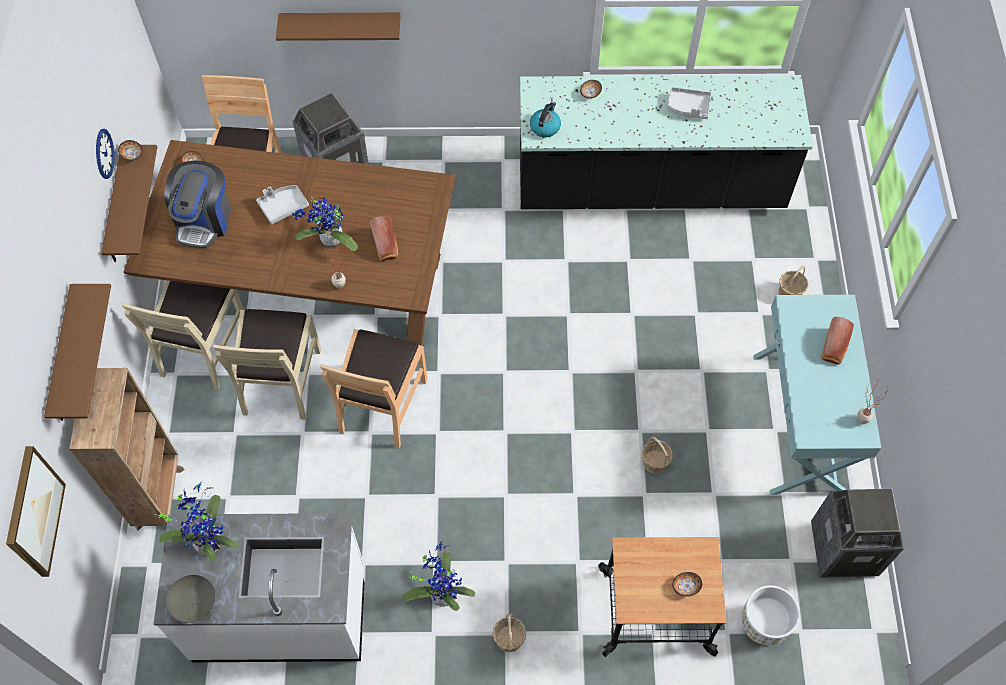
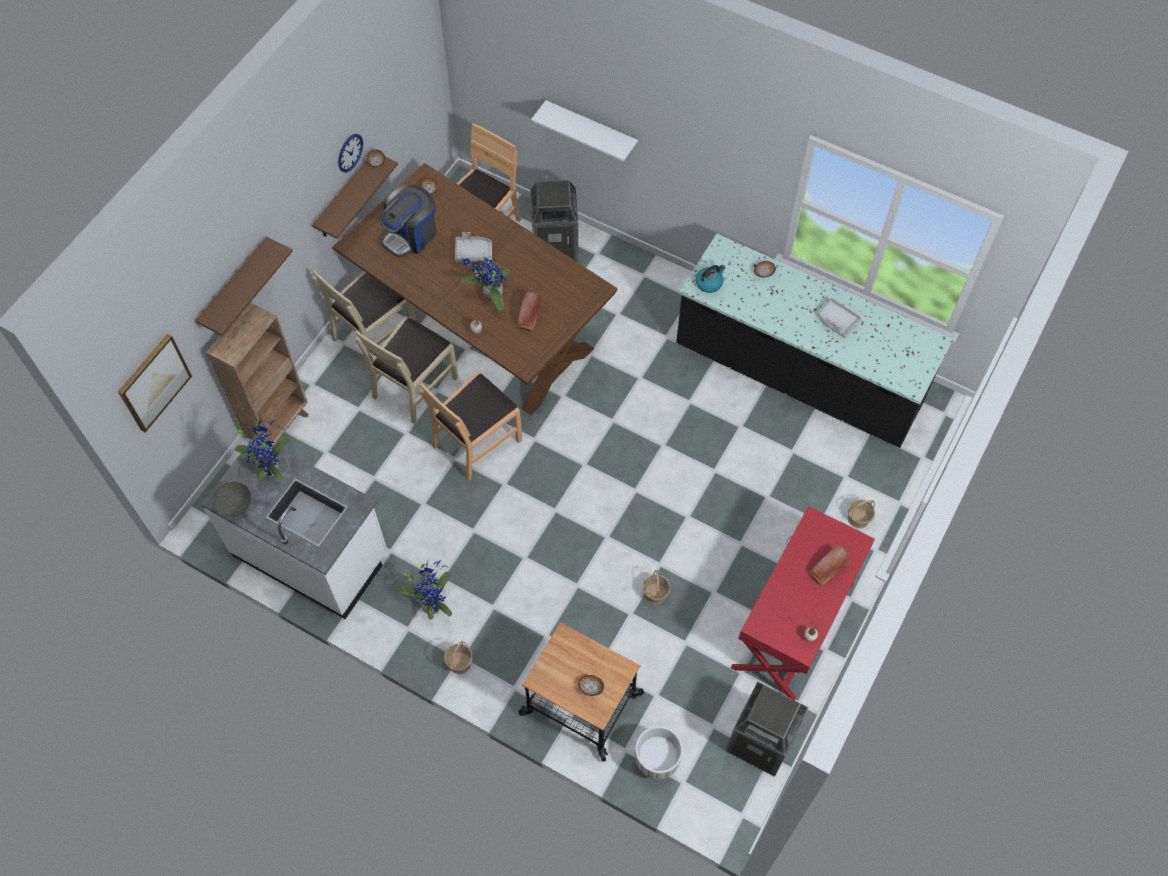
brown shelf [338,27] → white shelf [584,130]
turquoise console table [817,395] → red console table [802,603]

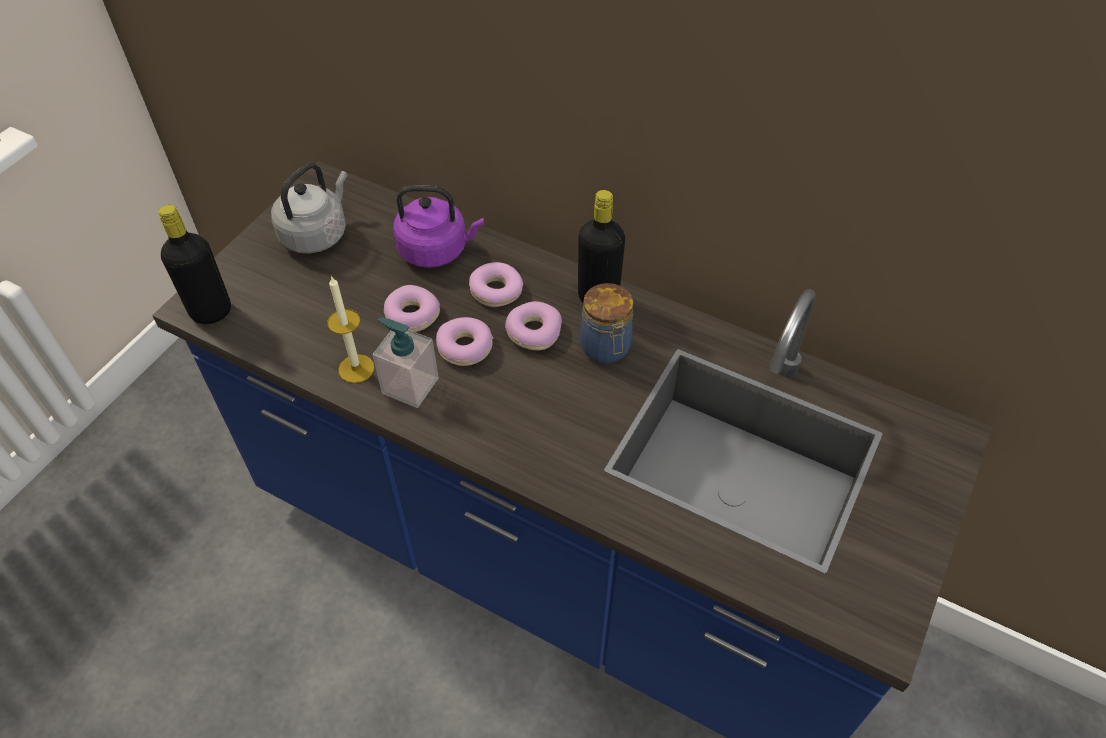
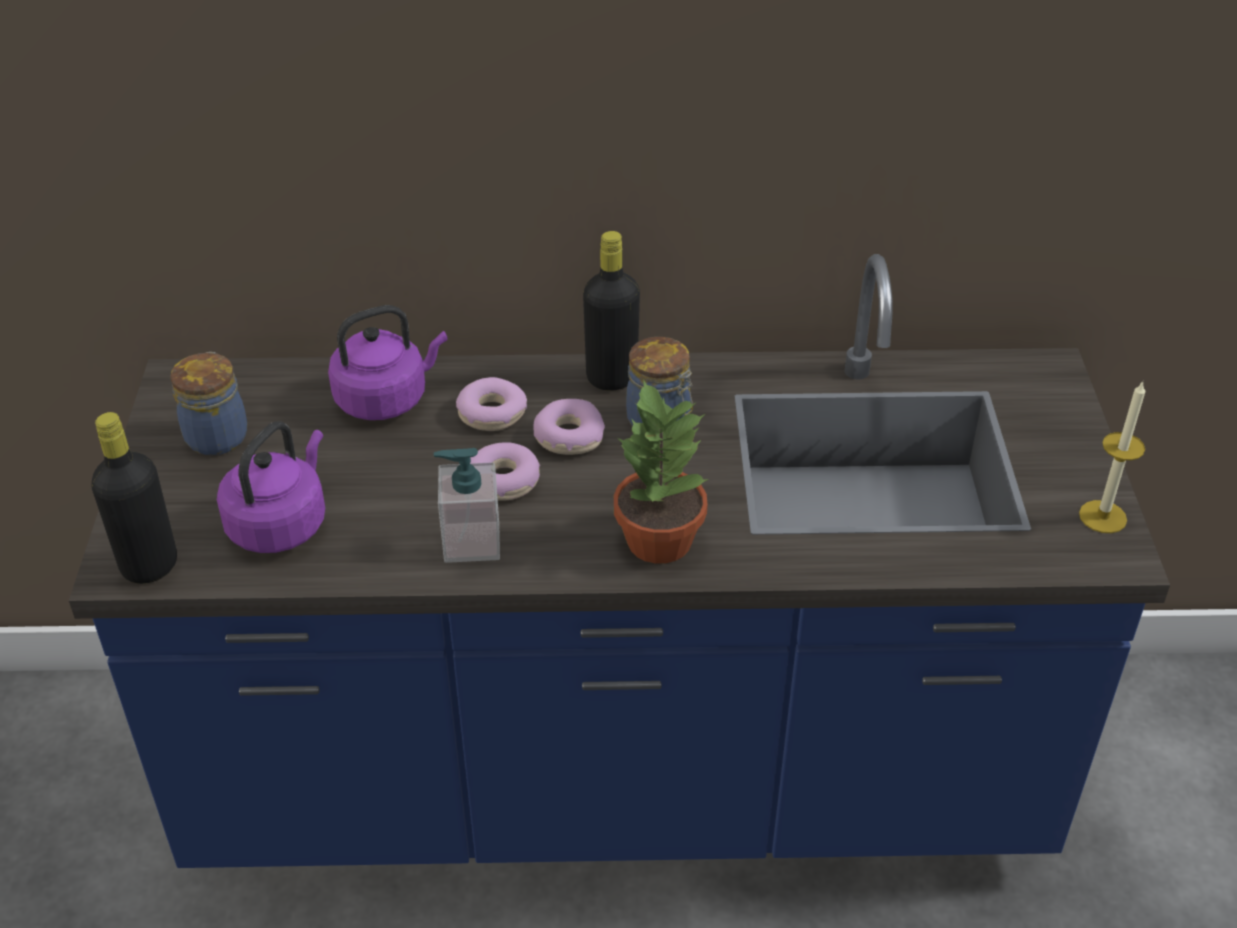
grey kettle [309,208] → jar [208,404]
candle [351,329] → candle [1112,457], shifted
donut [412,308] → -
- → purple kettle [271,487]
- → potted plant [661,471]

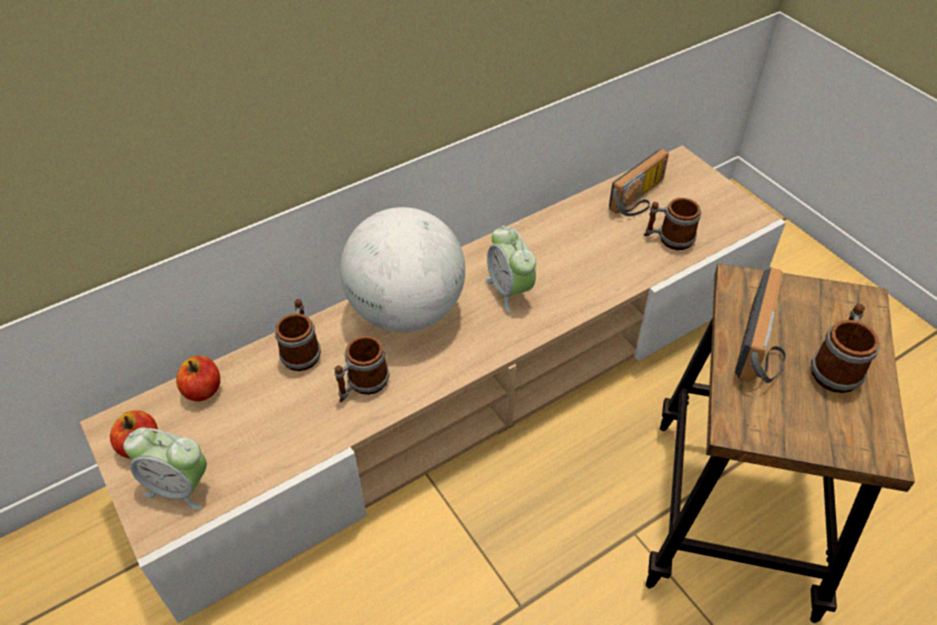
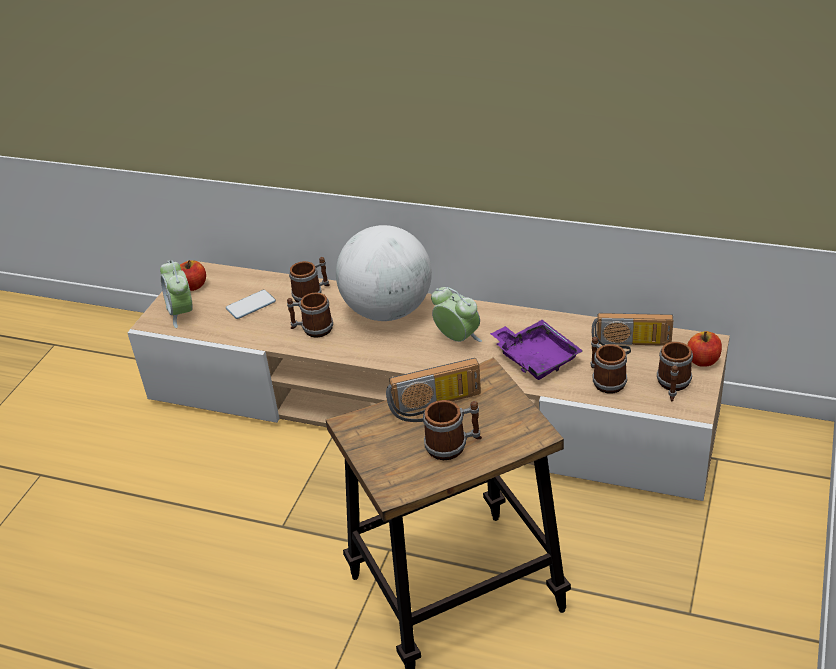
apple [198,378] → apple [704,349], shifted
alarm clock [511,269] → alarm clock [456,314], 105 degrees clockwise
- → phone [251,304]
- → purple tray [536,350]
- → mug [675,371]

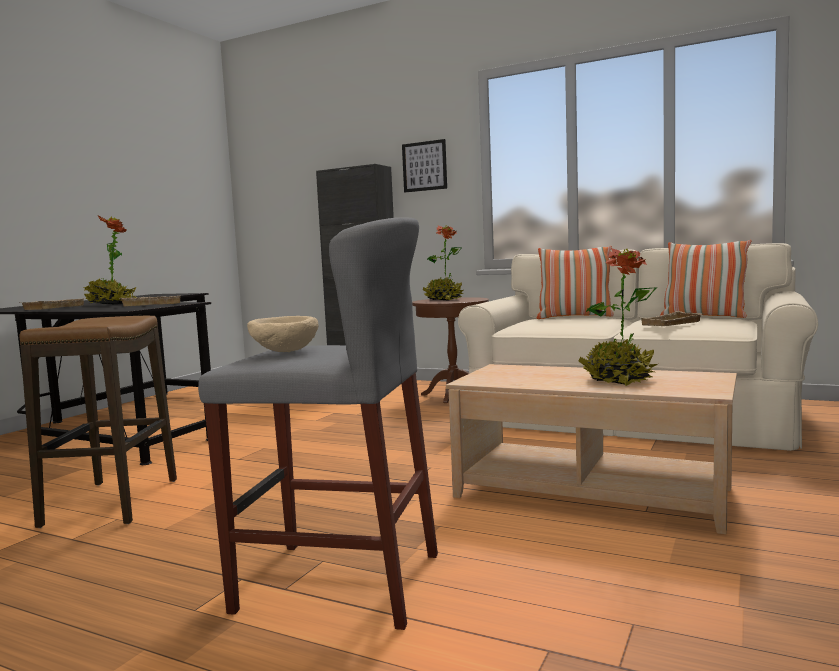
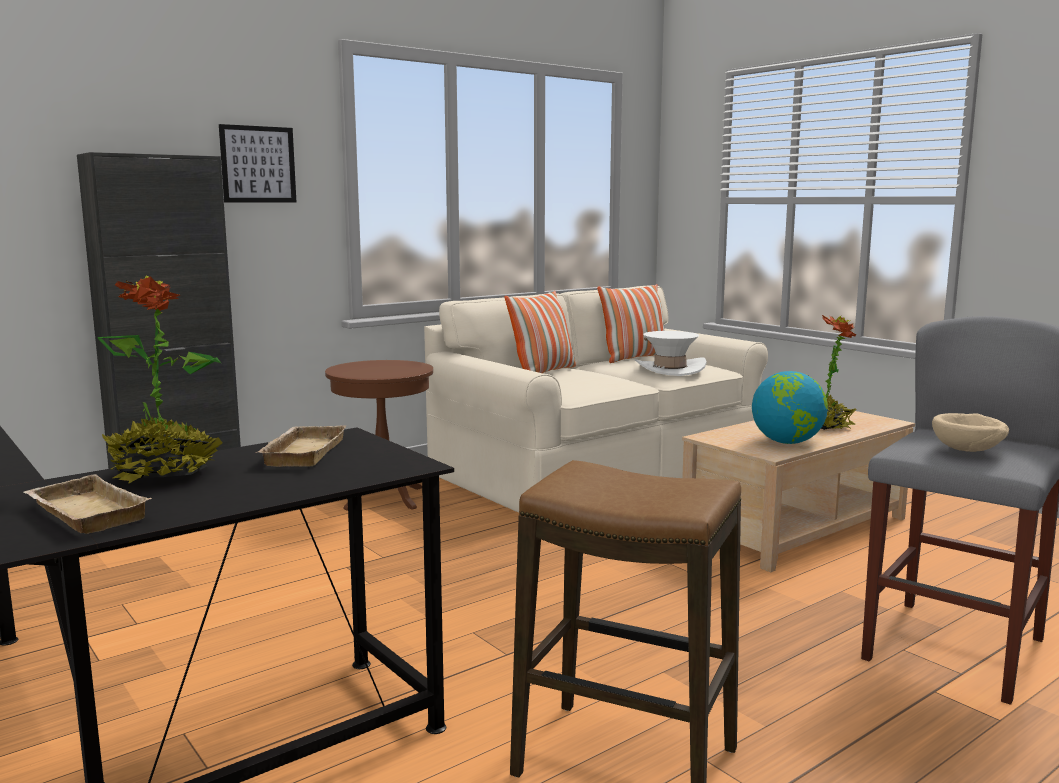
potted plant [443,263] → -
beige tray [672,318] → white hat [671,353]
- → globe [790,407]

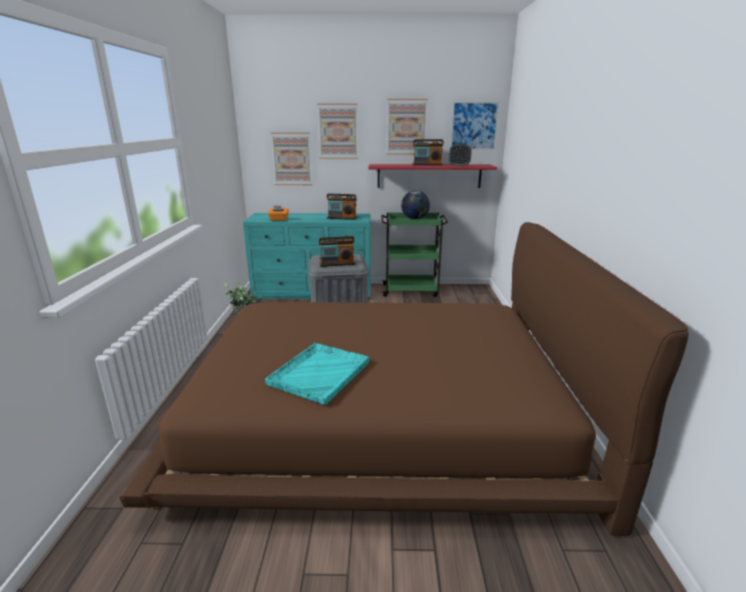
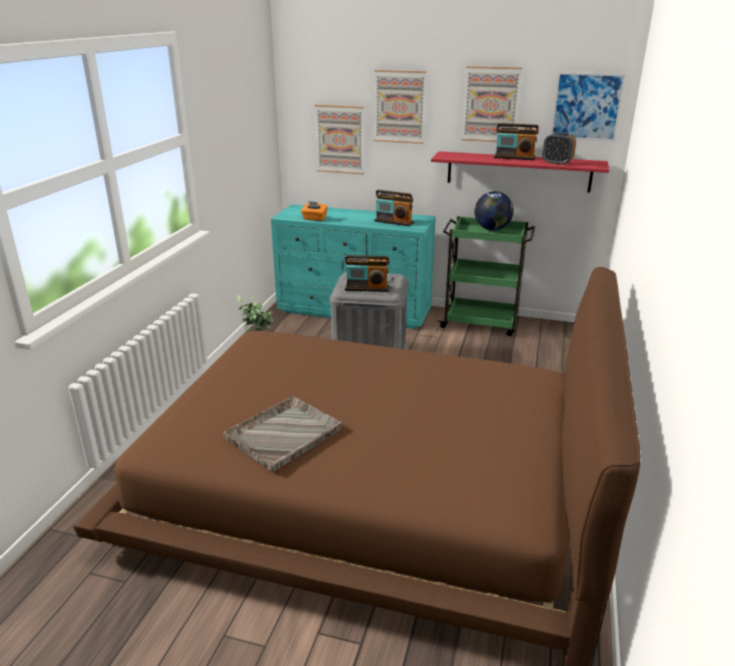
turquoise tray [317,374] → grey tray [282,434]

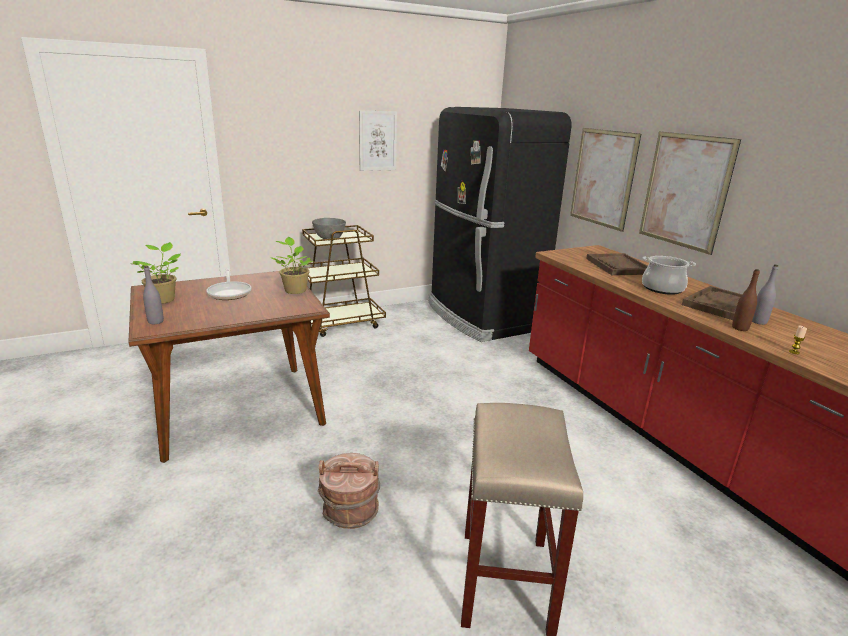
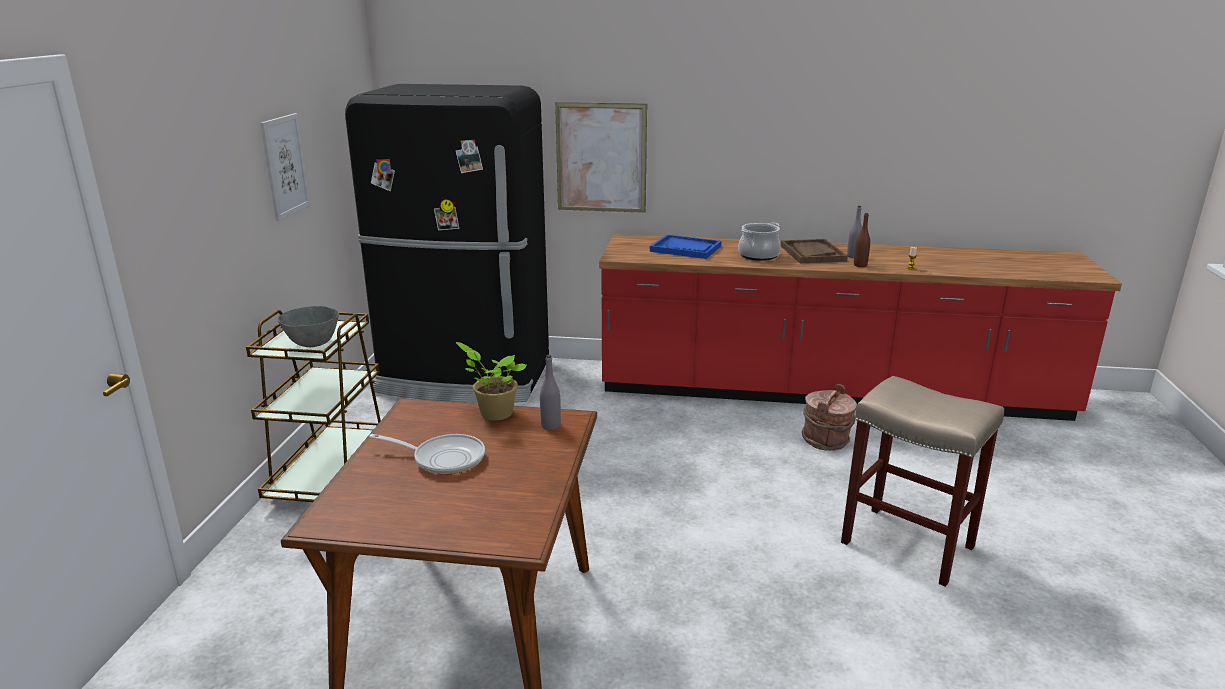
potted plant [156,273] → -
grey bottle [153,295] → grey bottle [550,392], shifted
brown bucket [349,491] → brown bucket [829,417], shifted
brown tray [617,264] → blue tray [685,246]
picture [690,193] → -

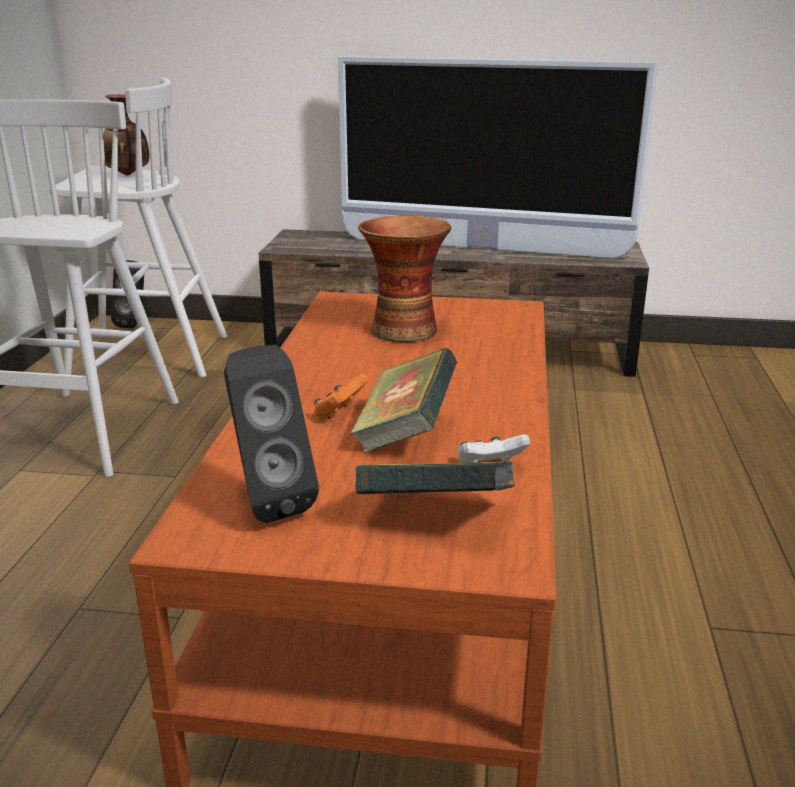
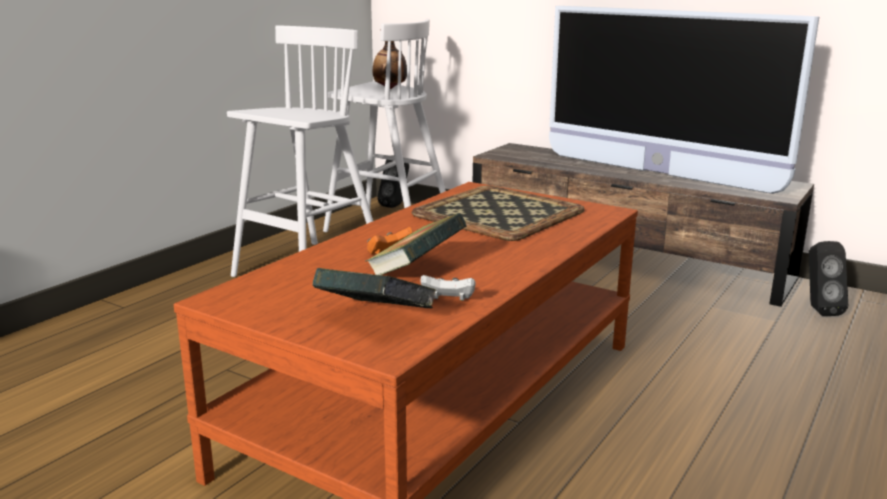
black speaker [271,434] → black speaker [828,278], shifted
vase [404,278] → tray [498,213]

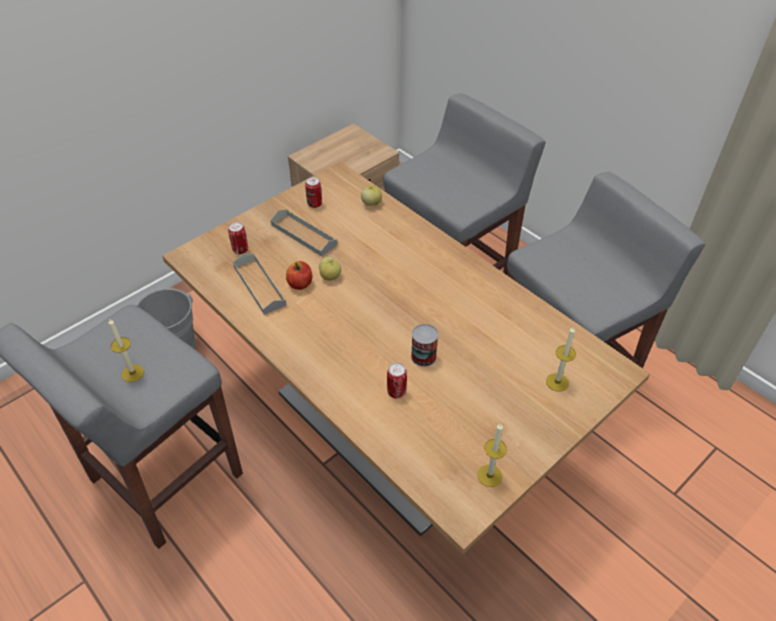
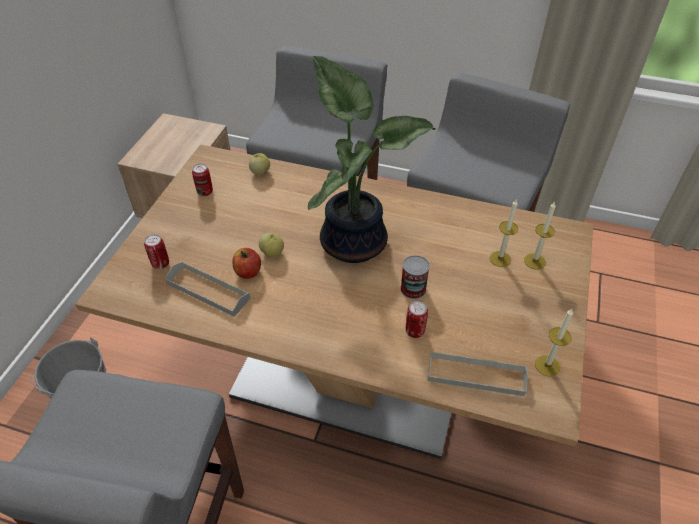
candle [126,350] → candle [504,233], shifted
grey tray [304,233] → grey tray [477,373], shifted
- → potted plant [372,159]

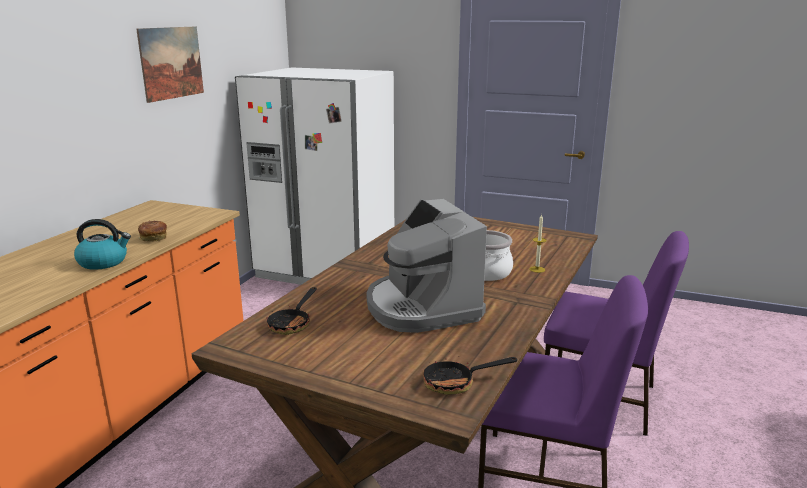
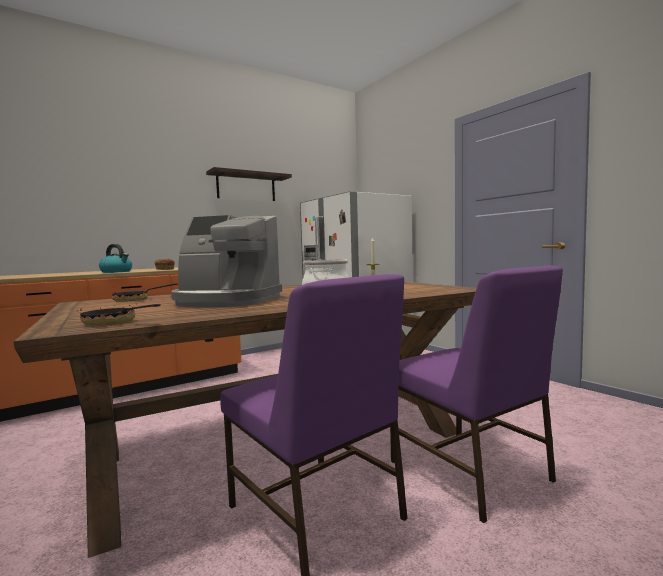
picture [170,64] → shelf [249,184]
coffee machine [426,266] → coffee machine [226,261], 90 degrees counterclockwise

